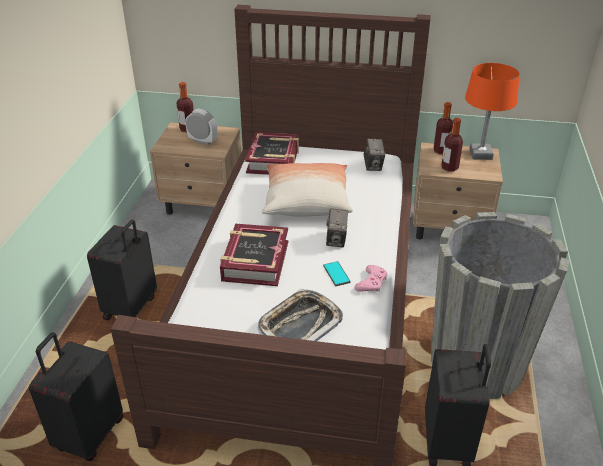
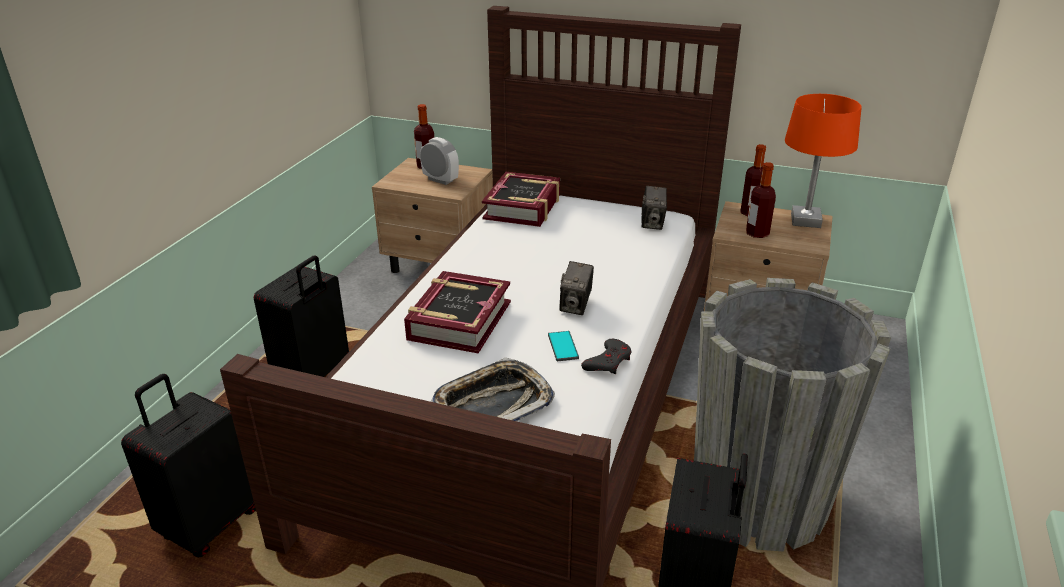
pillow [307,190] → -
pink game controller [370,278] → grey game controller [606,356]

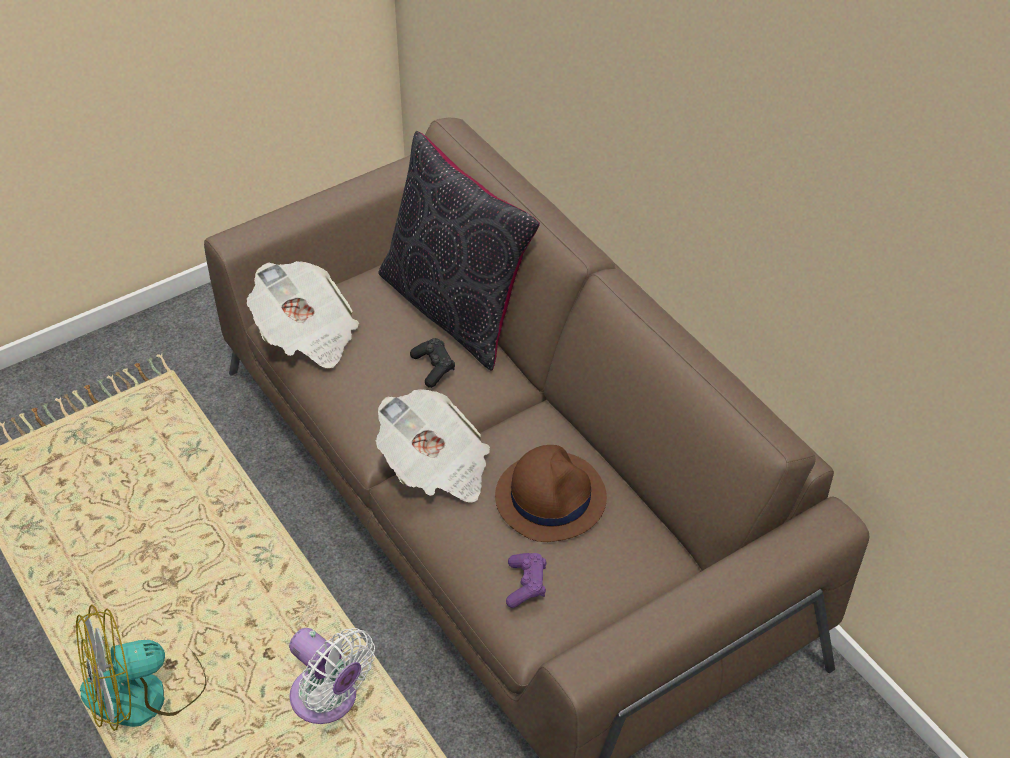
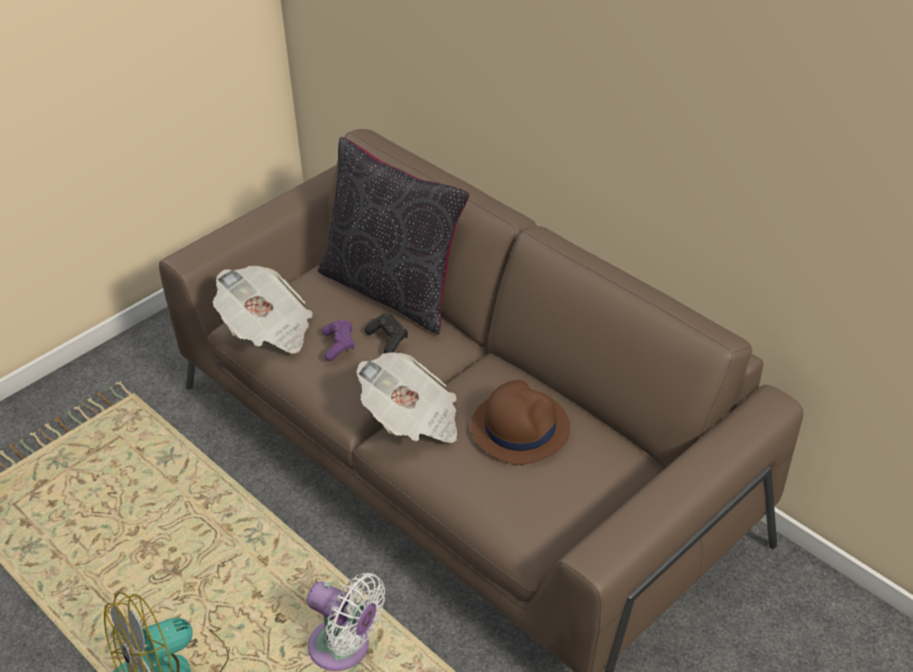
purple game controller [526,580] → purple game controller [338,340], shifted

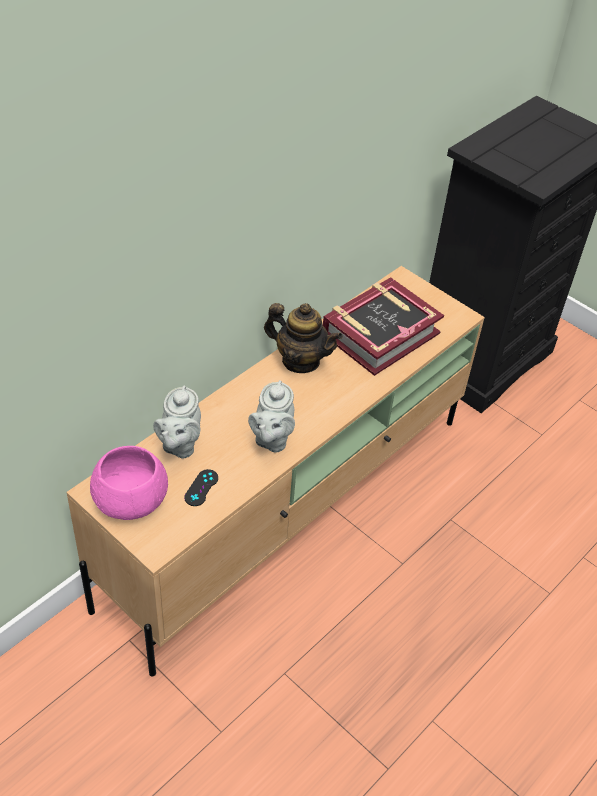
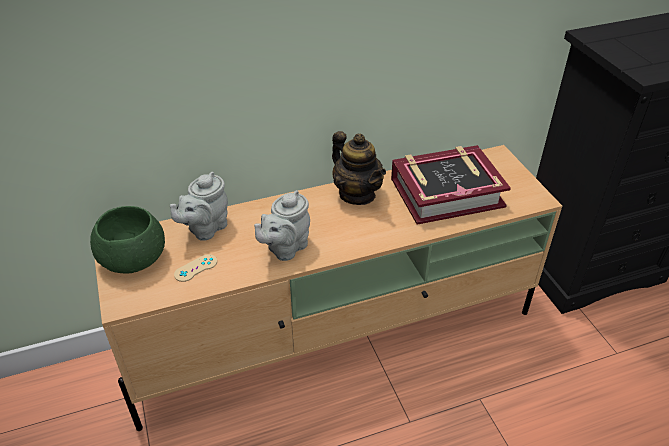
pink bowl [129,483] → green bowl [127,240]
black game controller [201,487] → beige game controller [195,268]

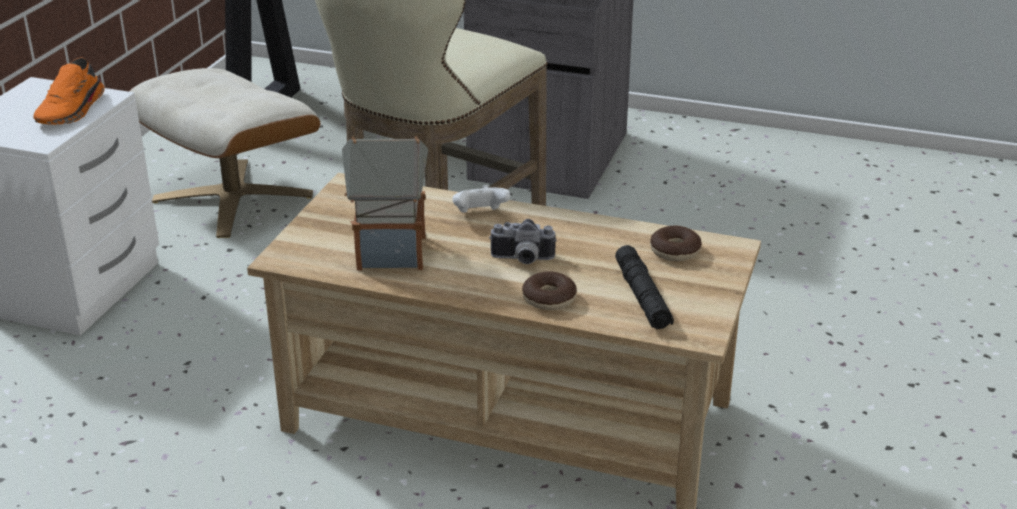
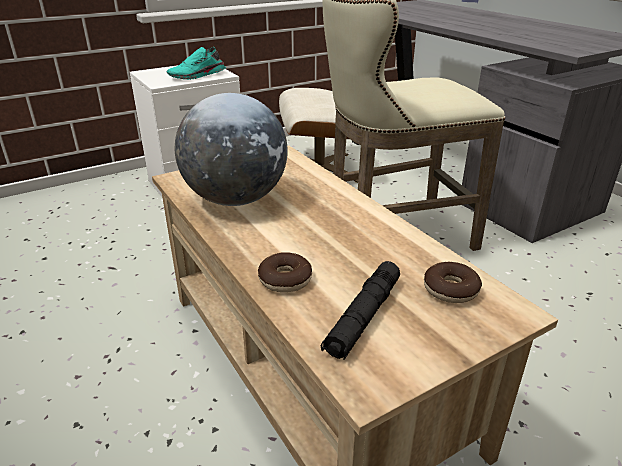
orange shoe [69,91] → turquoise shoe [196,63]
toy house [385,203] → globe [231,149]
white game controller [482,199] → -
photo camera [523,241] → -

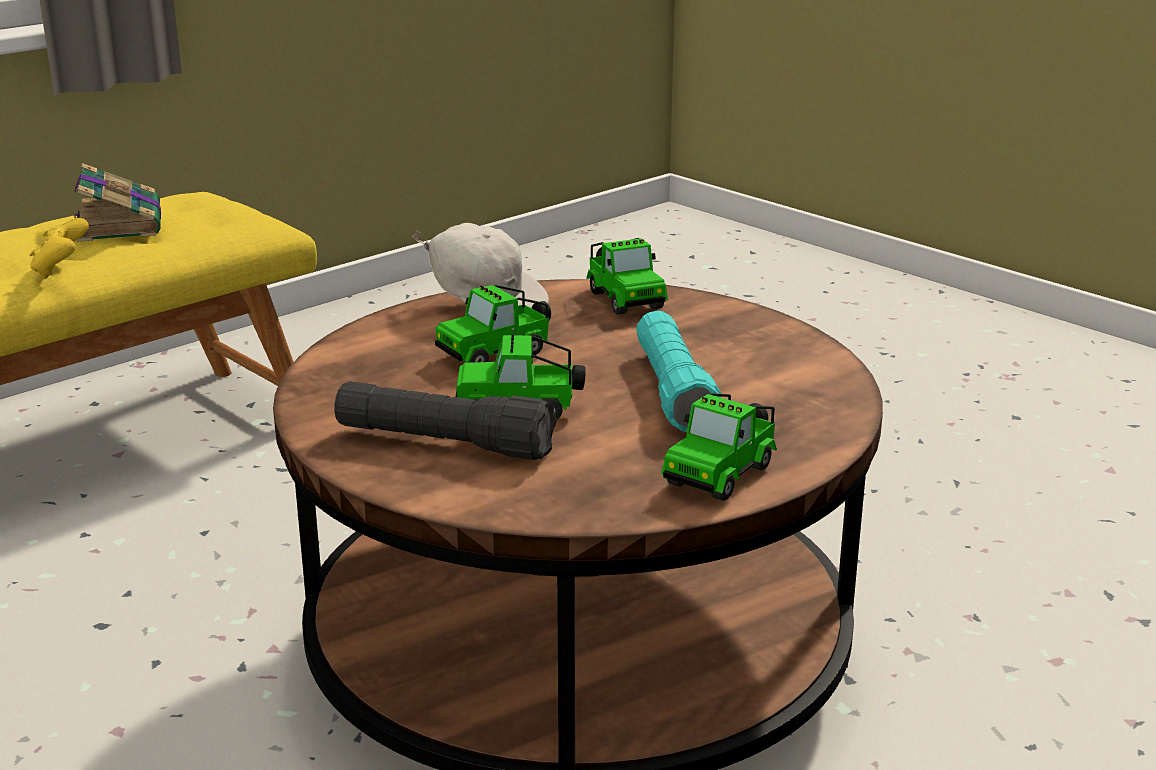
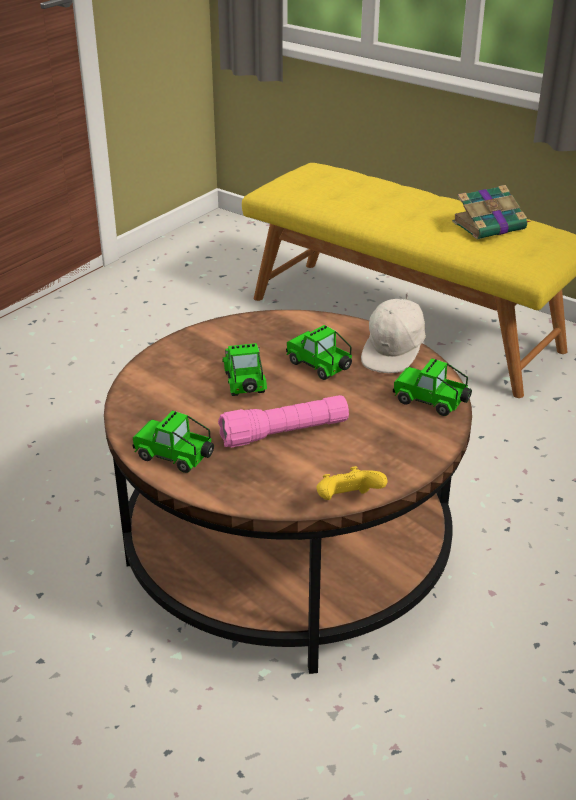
yellow game controller [59,248] → yellow game controller [352,483], shifted
black flashlight [445,420] → -
toy car [627,276] → toy car [432,387], 60 degrees clockwise
turquoise flashlight [678,371] → pink flashlight [283,421]

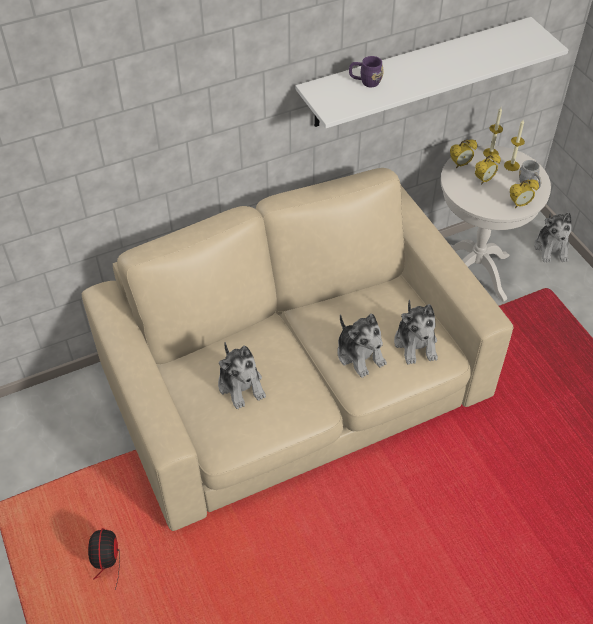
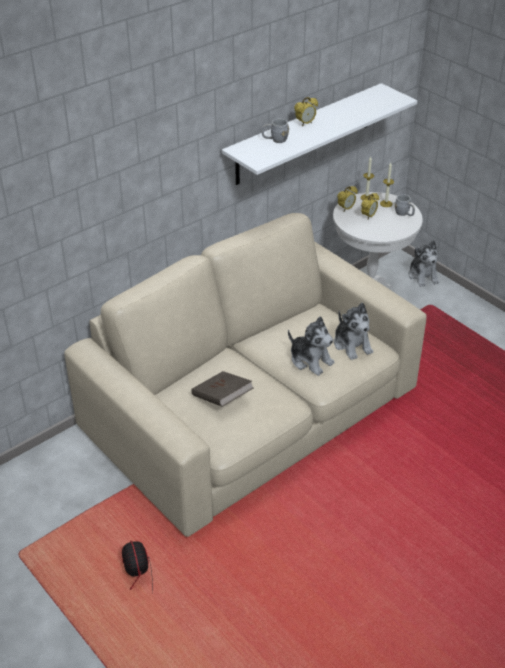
plush toy [242,375] → brown book [222,389]
purple mug [366,71] → grey mug [275,131]
alarm clock [524,193] → alarm clock [306,111], shifted

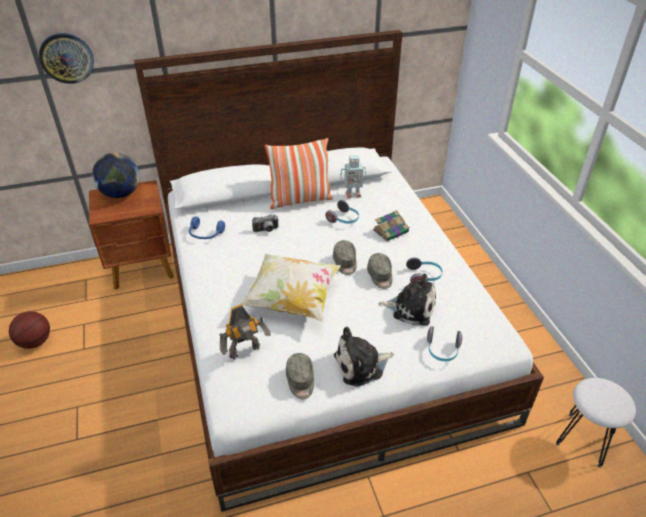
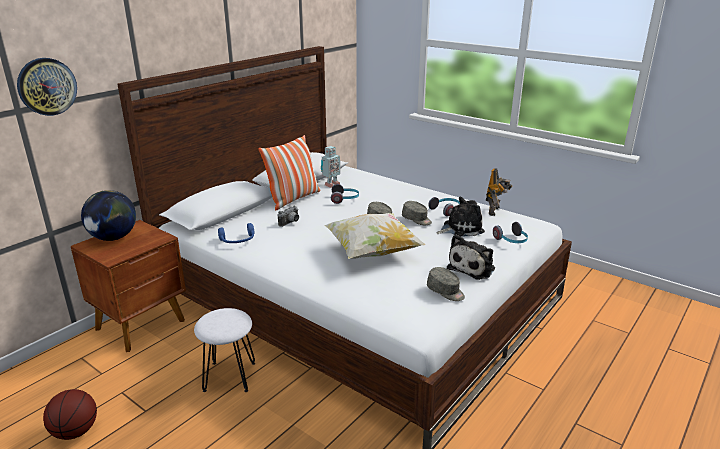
toy robot [245,331] → toy robot [499,192], shifted
book [391,226] → -
white stool [596,423] → white stool [224,350], shifted

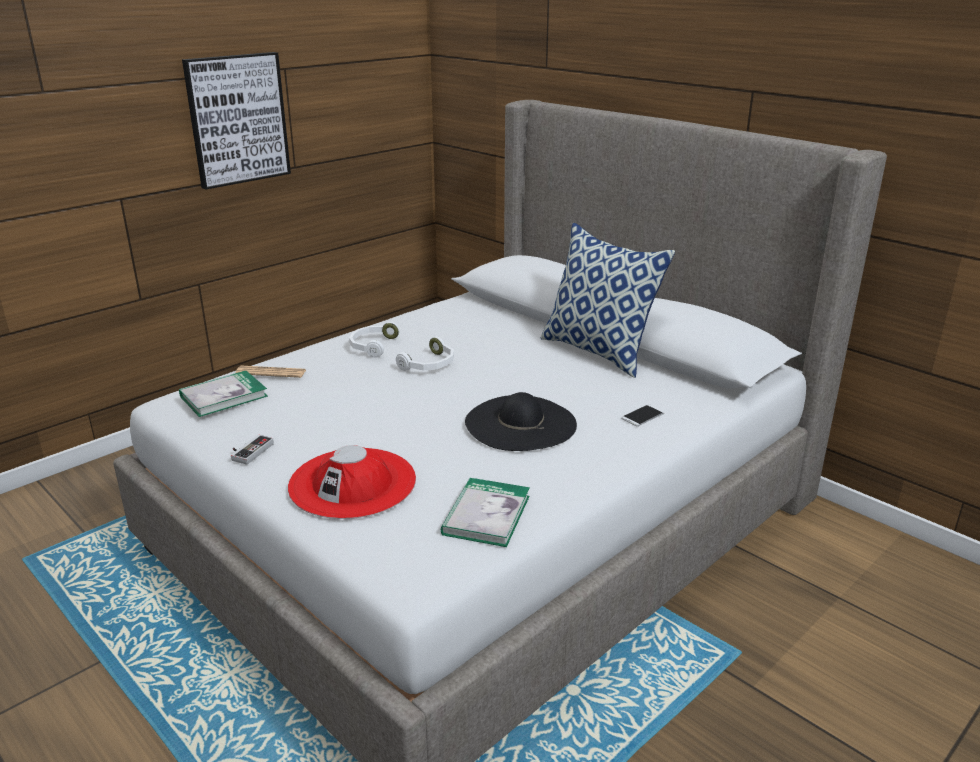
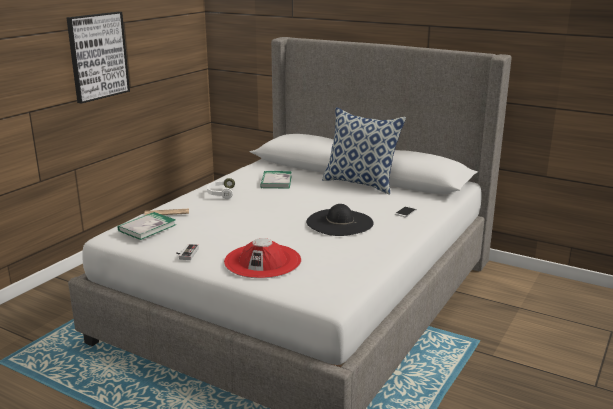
white headphones [425,354] → -
book [485,512] → book [276,179], shifted

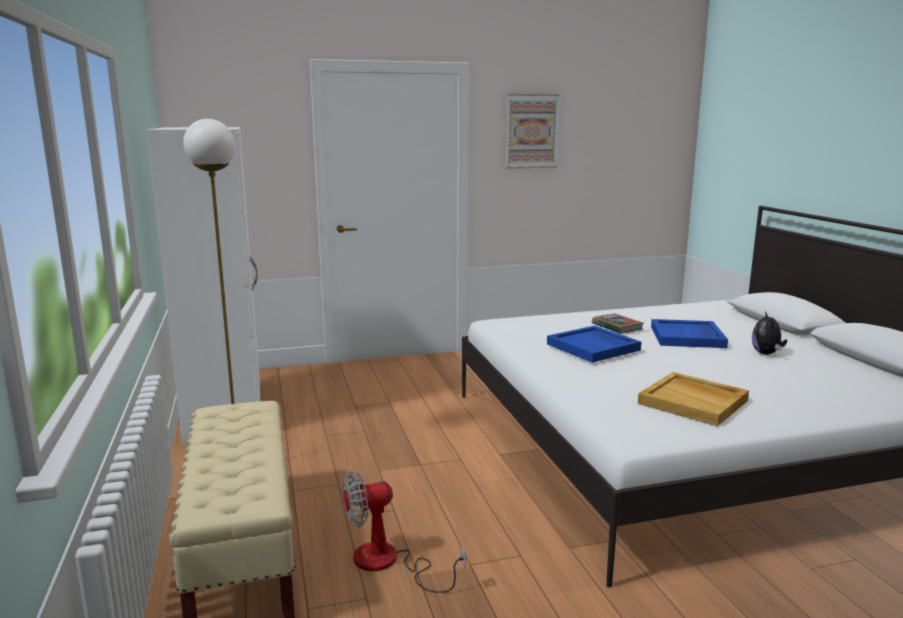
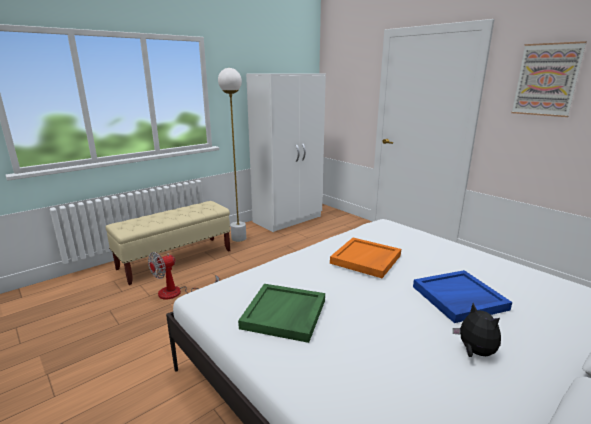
fan [404,532] → fan [183,276], 90 degrees counterclockwise
blue tray [594,344] → orange tray [365,258]
book [618,323] → -
beige tray [693,399] → green tray [281,313]
plush toy [769,333] → plush toy [477,330], 75 degrees clockwise

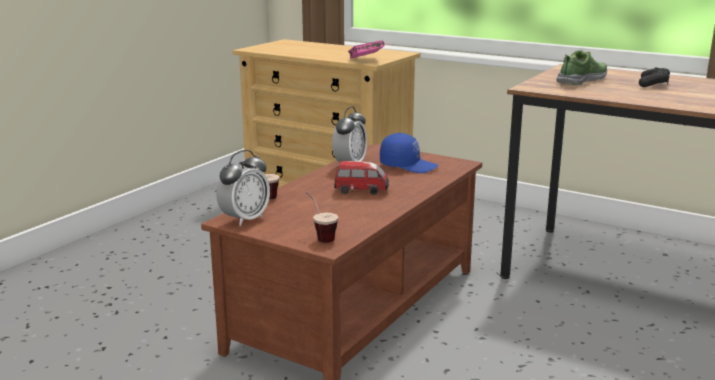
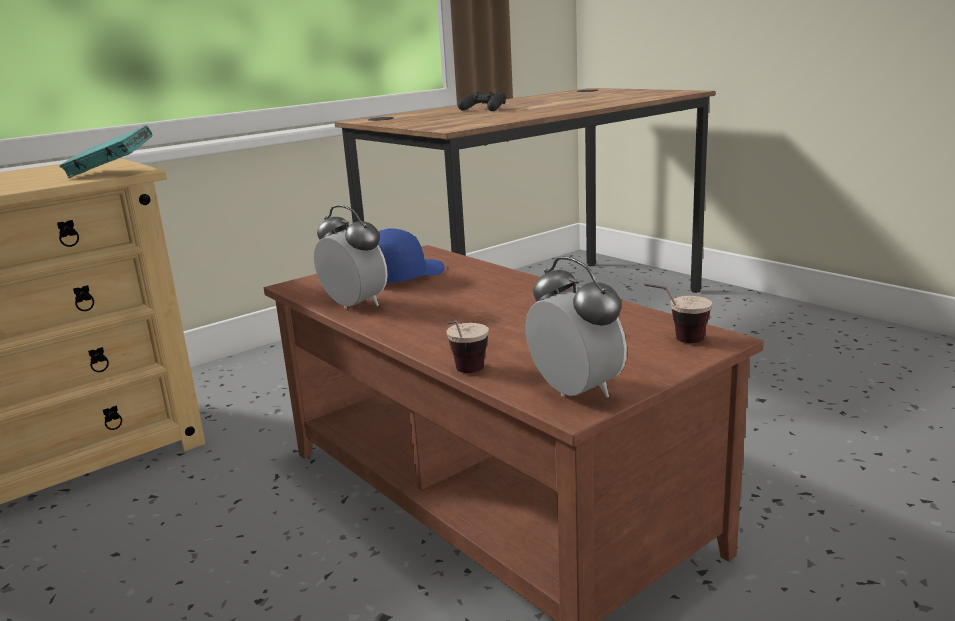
toy car [361,178] → -
pink book [366,49] → turquoise book [106,152]
shoe [581,67] → -

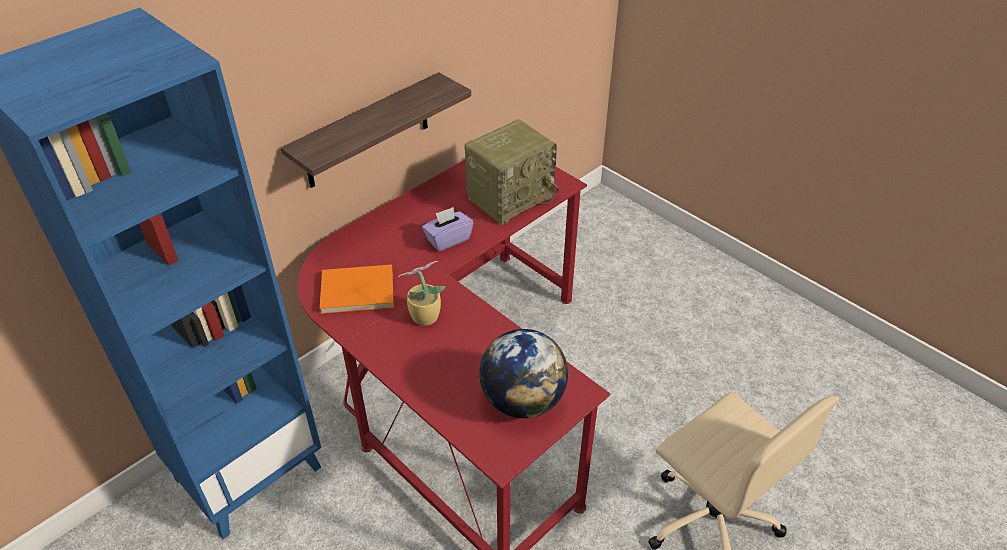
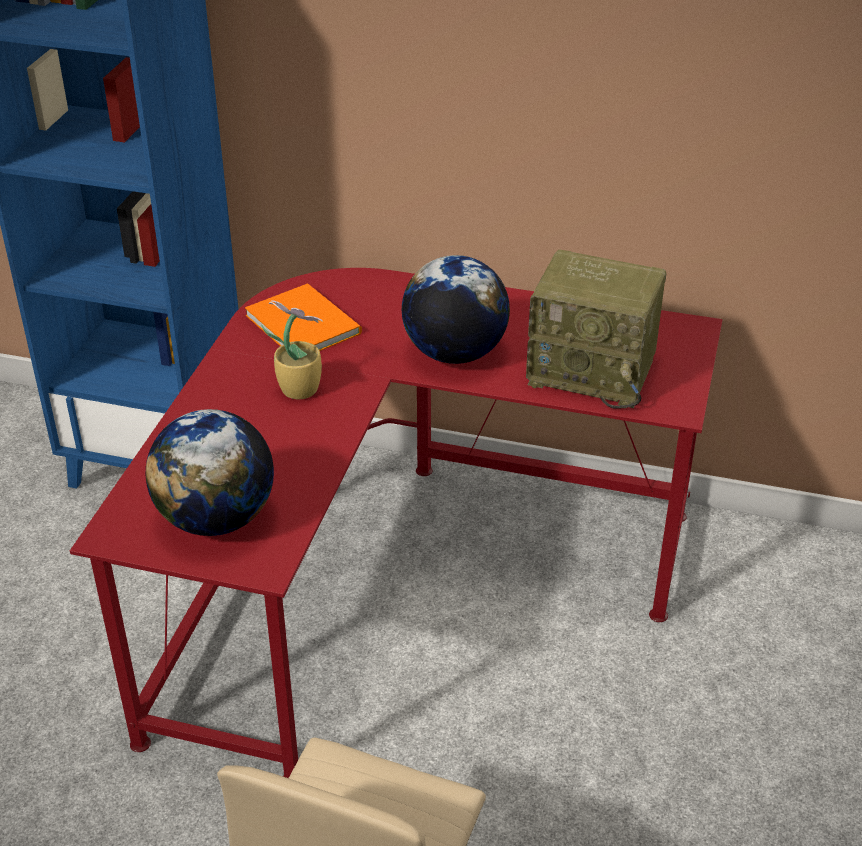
shelf [376,130] → -
purple tissue box [447,229] → globe [456,309]

